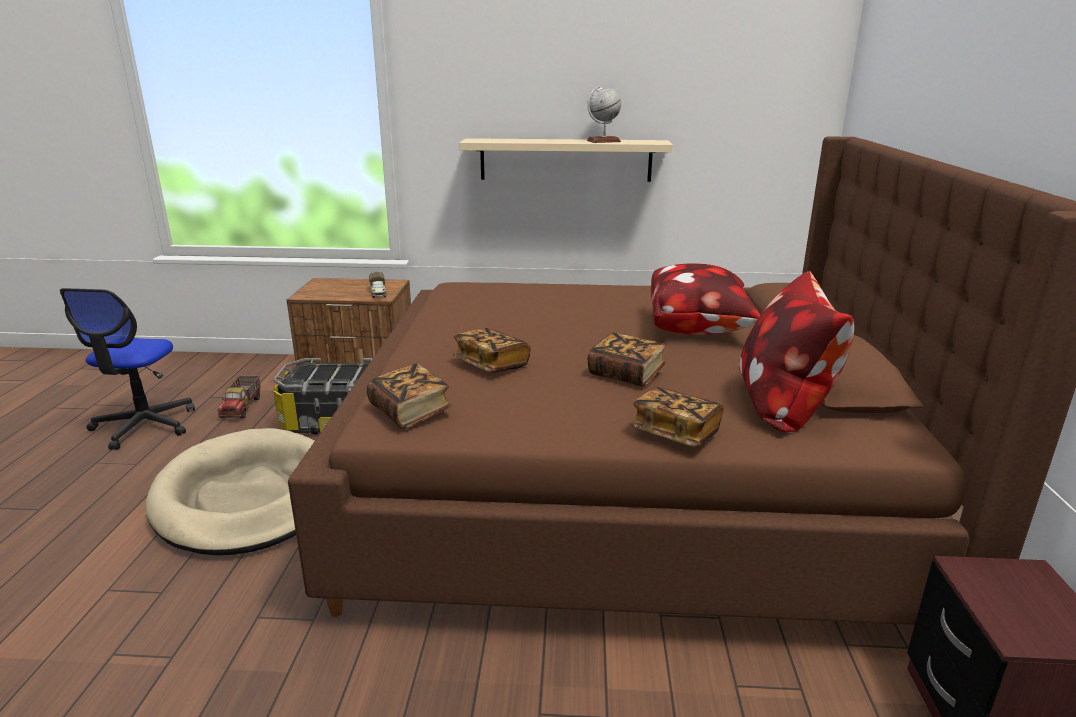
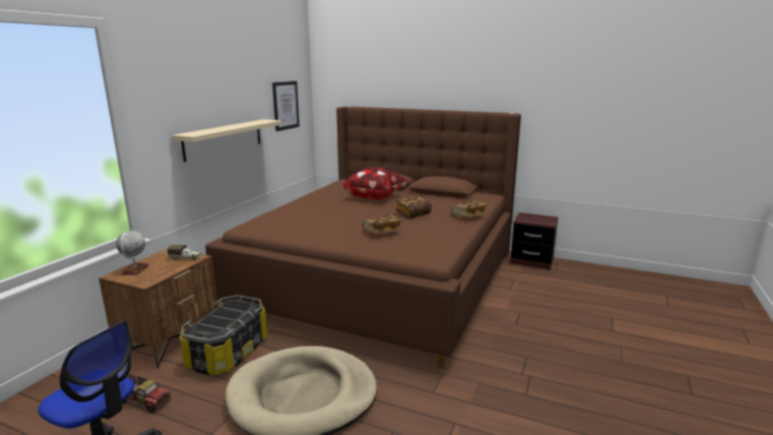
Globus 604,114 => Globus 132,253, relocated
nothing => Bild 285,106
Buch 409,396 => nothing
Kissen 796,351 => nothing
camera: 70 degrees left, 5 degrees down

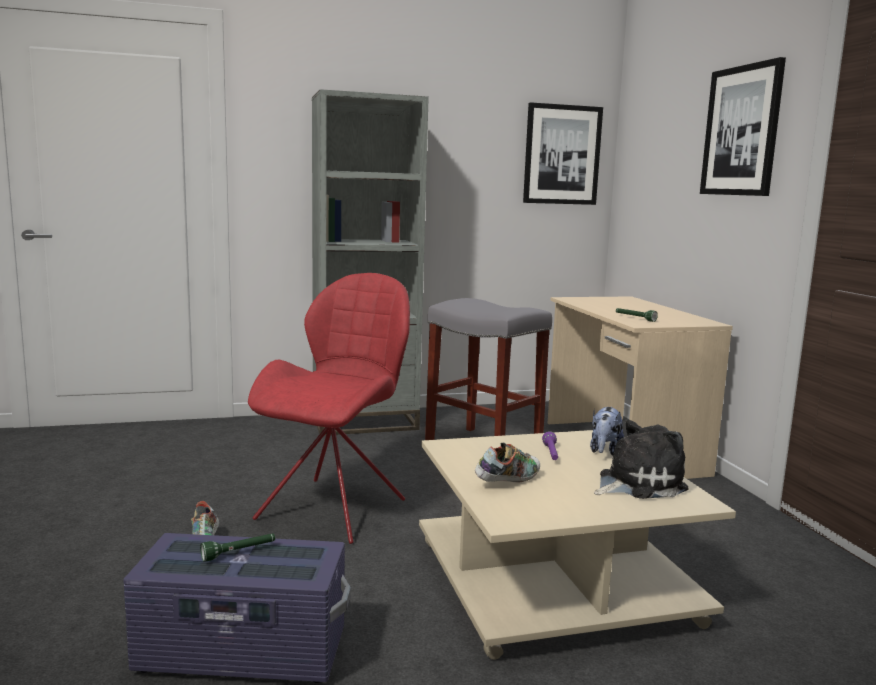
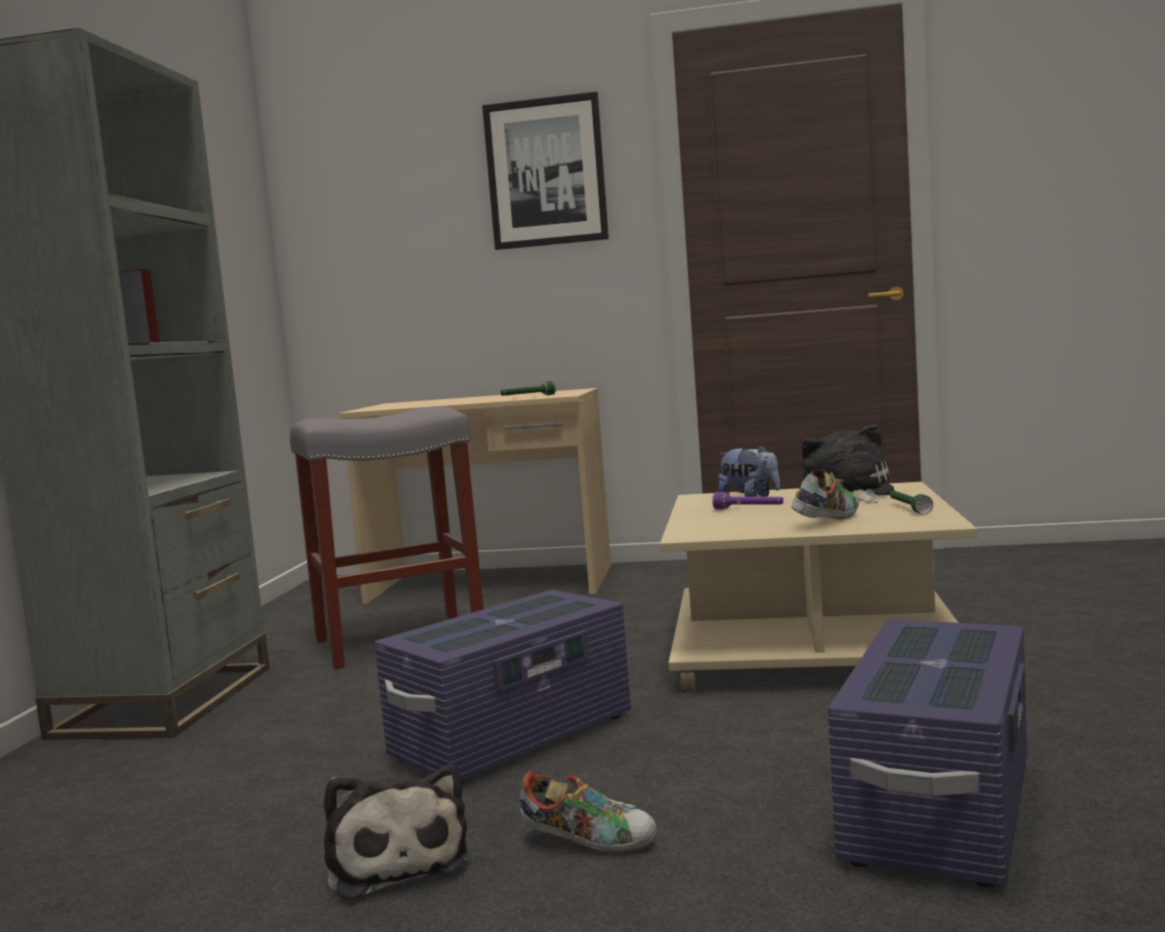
nothing => Plüschtier 397,832
Stuhl (rot) 329,408 => Aufbewahrungsbox (lila) 502,687
Schuh 507,462 => Schuh 825,494, 60 degrees clockwise
Taschenlampe (grün) 237,548 => Taschenlampe (grün) 911,502, relocated
Bild 563,153 => nothing
camera: 65 degrees left, 5 degrees down

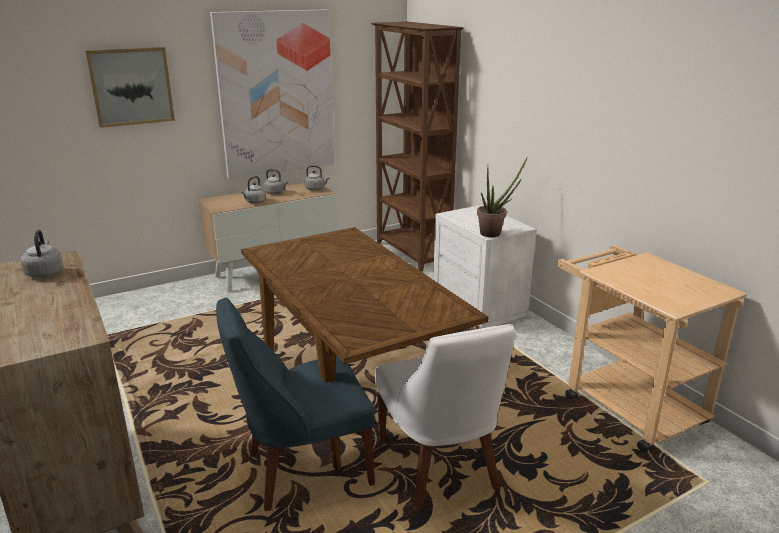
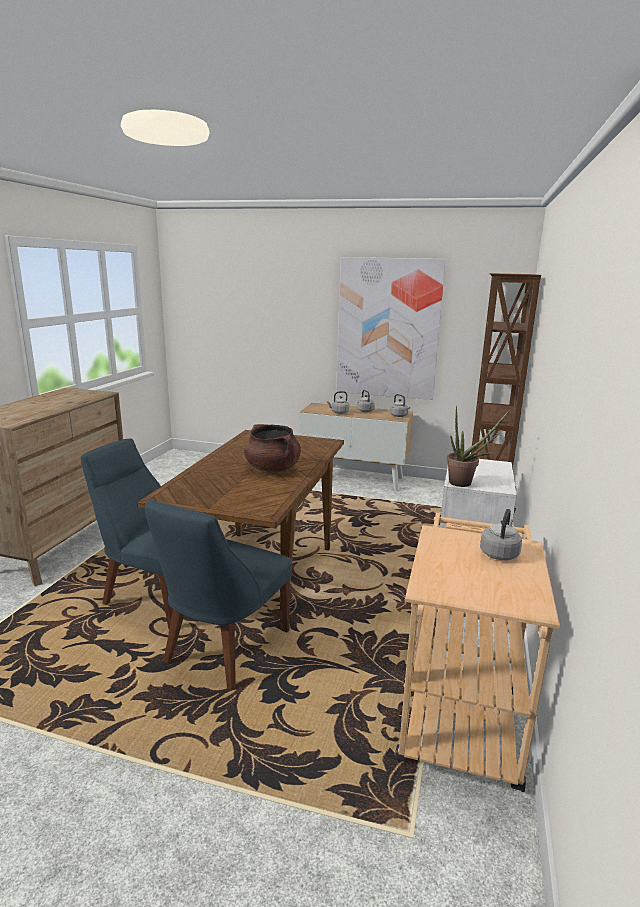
Stuhl (weiß) 445,417 => Stuhl (blau) 218,595
nothing => Kochtopf (braun) 272,448
Wasserkessel (grau) 42,254 => Wasserkessel (grau) 501,534, relocated
Bild 130,87 => nothing
camera: 45 degrees right, 5 degrees down

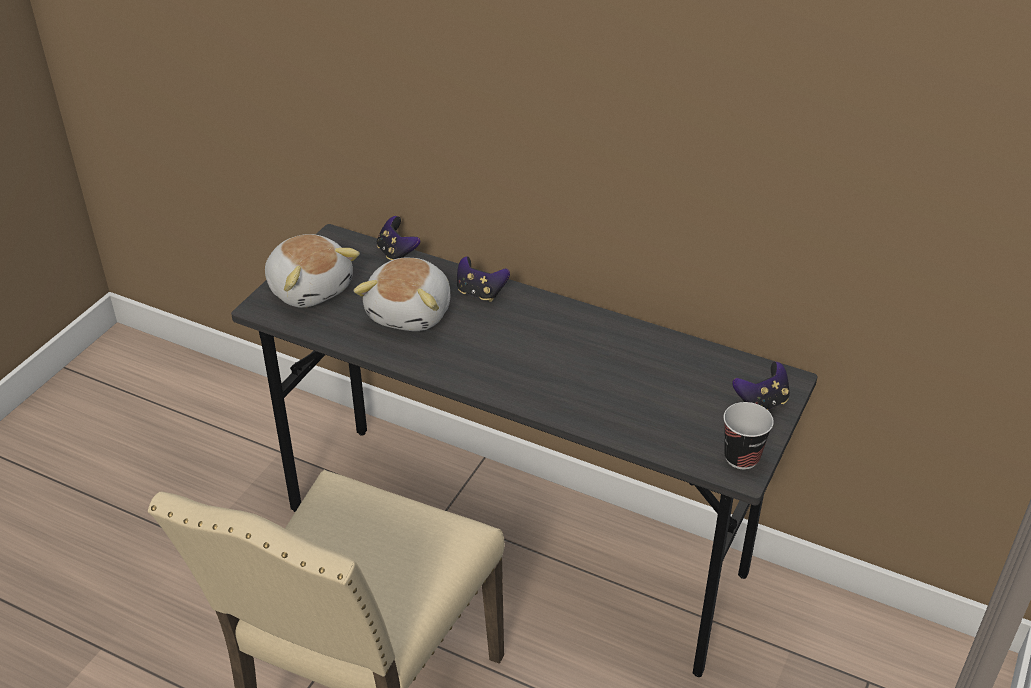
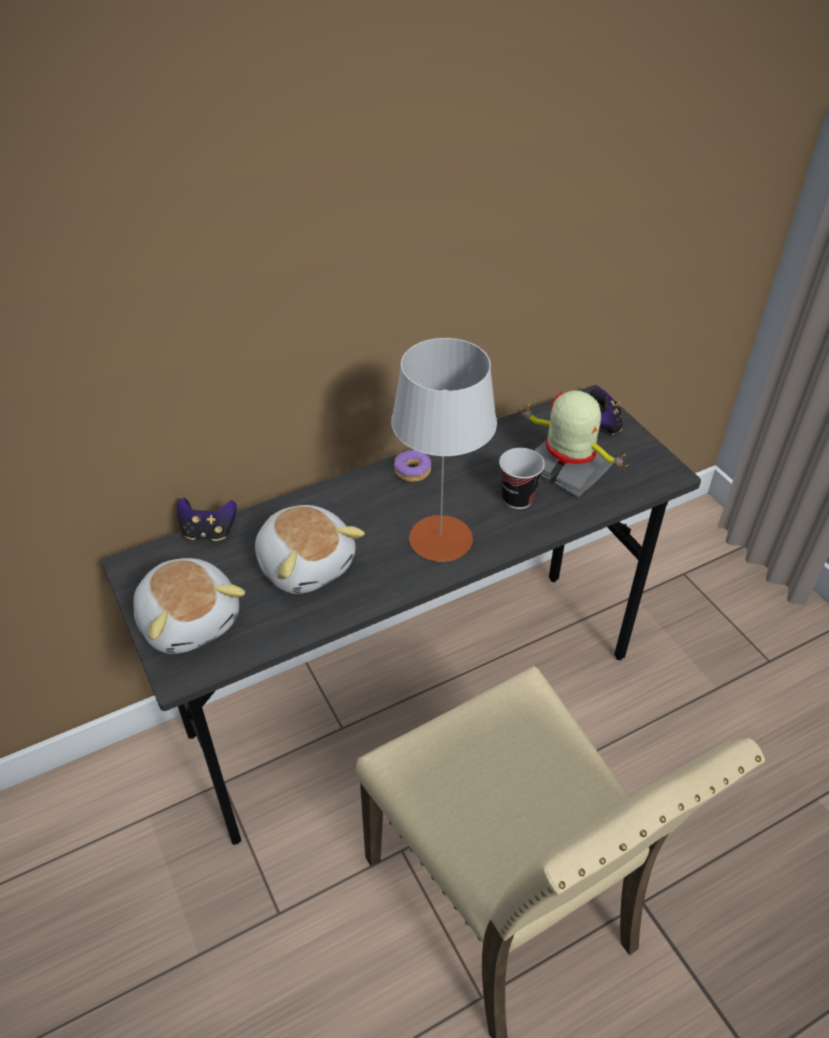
Plüschtier 312,271 => Plüschtier 189,606, 60 degrees clockwise
nothing => Tischlampe (grau) 444,450
nothing => Donut 412,466
Tasse 749,435 => Tasse 522,478, relocated
nothing => Spielzeugroboter 573,443
Gamepad 483,279 => nothing
camera: 55 degrees left, 5 degrees up

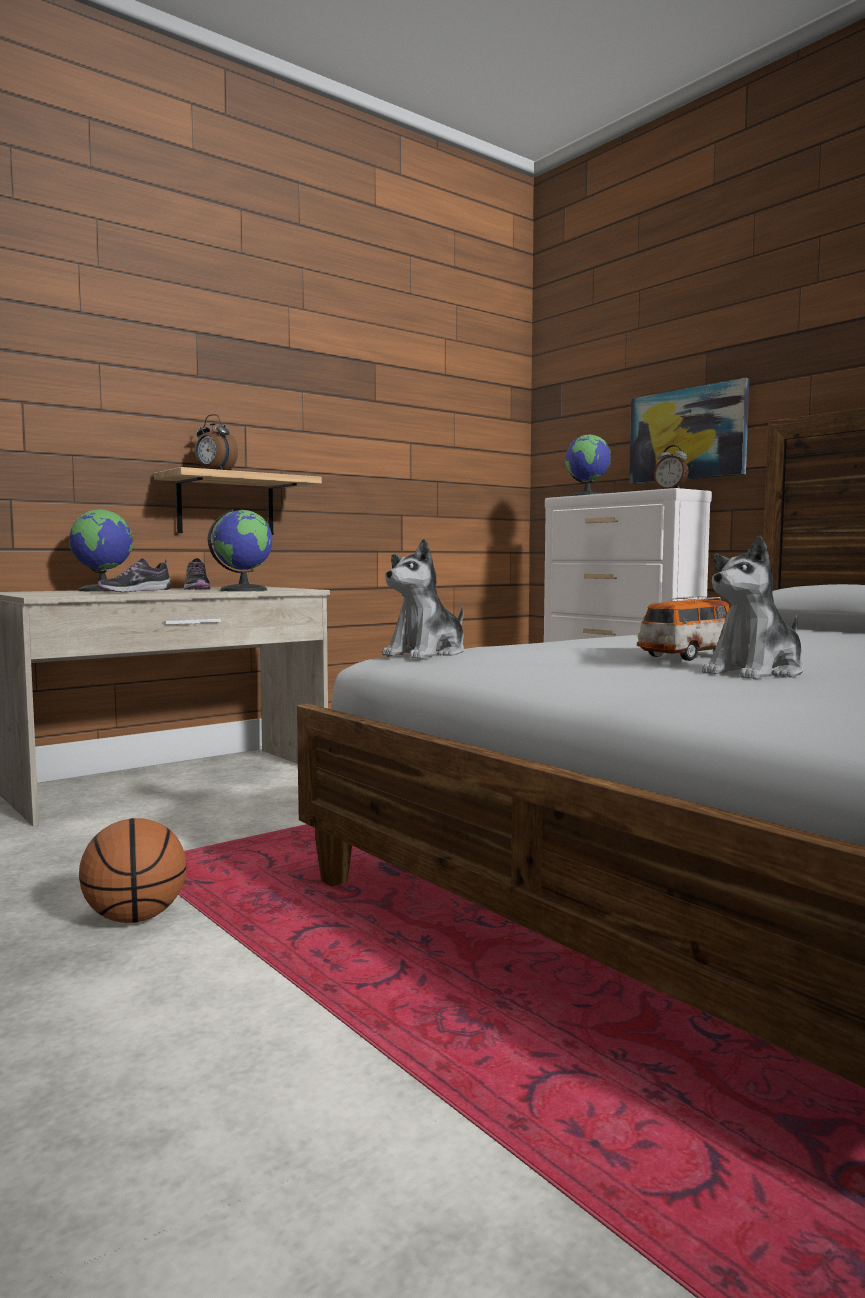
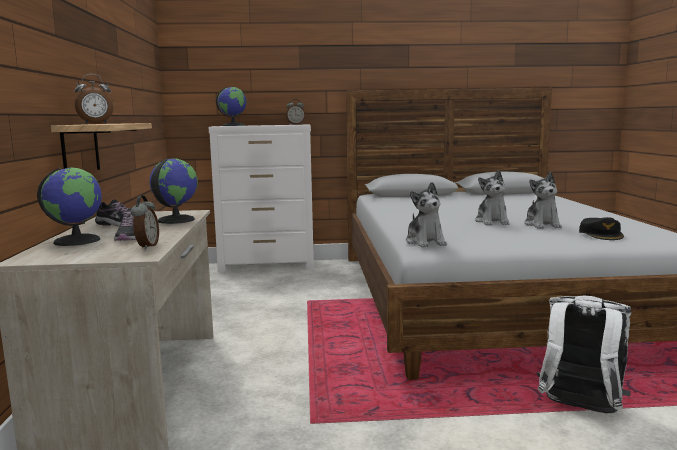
nothing => Wecker 145,222
Spielzeugauto 683,628 => Plüschtier 492,197
nothing => Rucksack (weiß) 584,354
nothing => Kappe (schwarz) 601,228
Basketball 132,870 => nothing
Bild 689,431 => nothing
camera: 55 degrees left, 5 degrees up

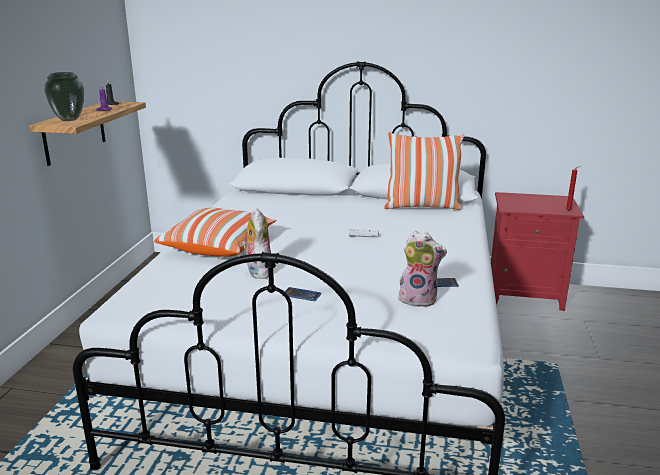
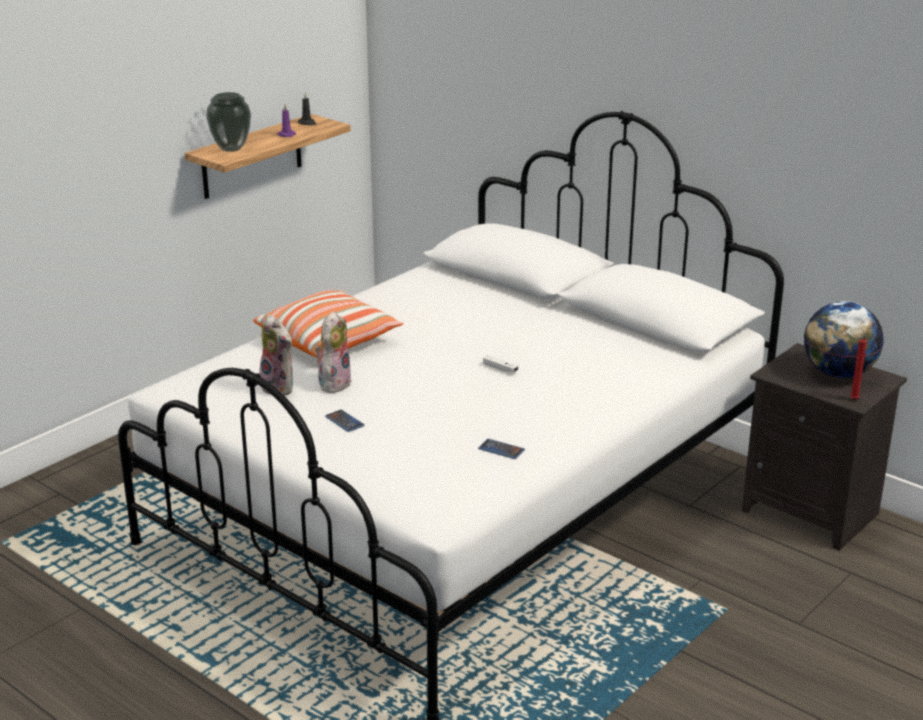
Plüschtier 422,269 => Plüschtier 275,355, relocated
Nachttisch (rot) 537,251 => Nachttisch (schwarz) 824,447
nothing => Globus 844,339
Kissen 424,171 => nothing
camera: 30 degrees right, 5 degrees up

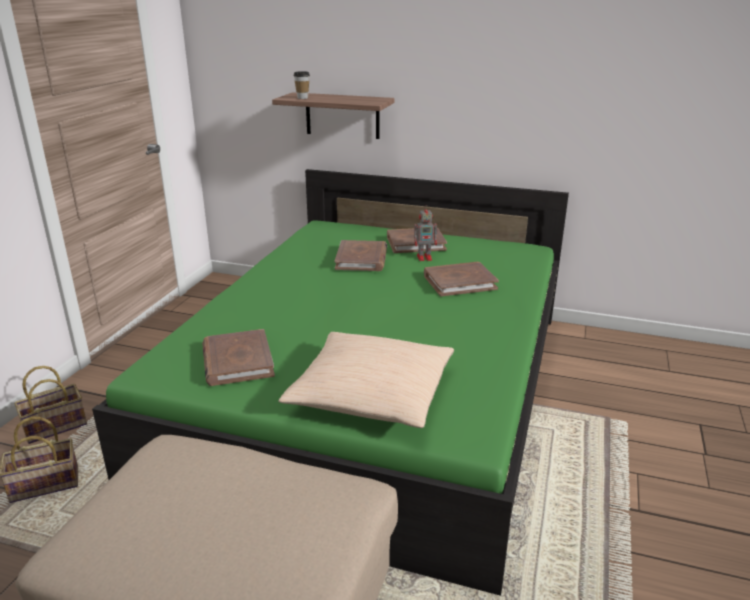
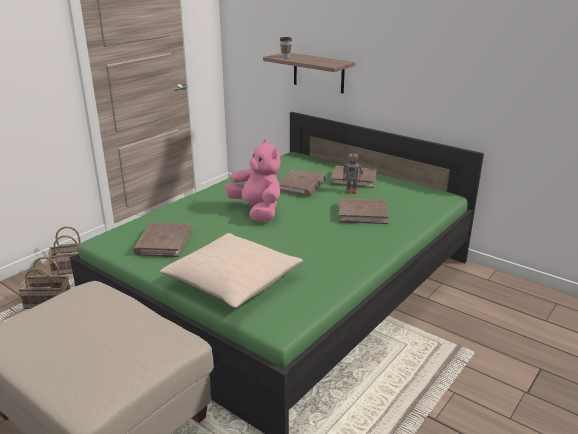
nothing => Plüschtier (rosa) 253,180
camera: 20 degrees right, 0 degrees up

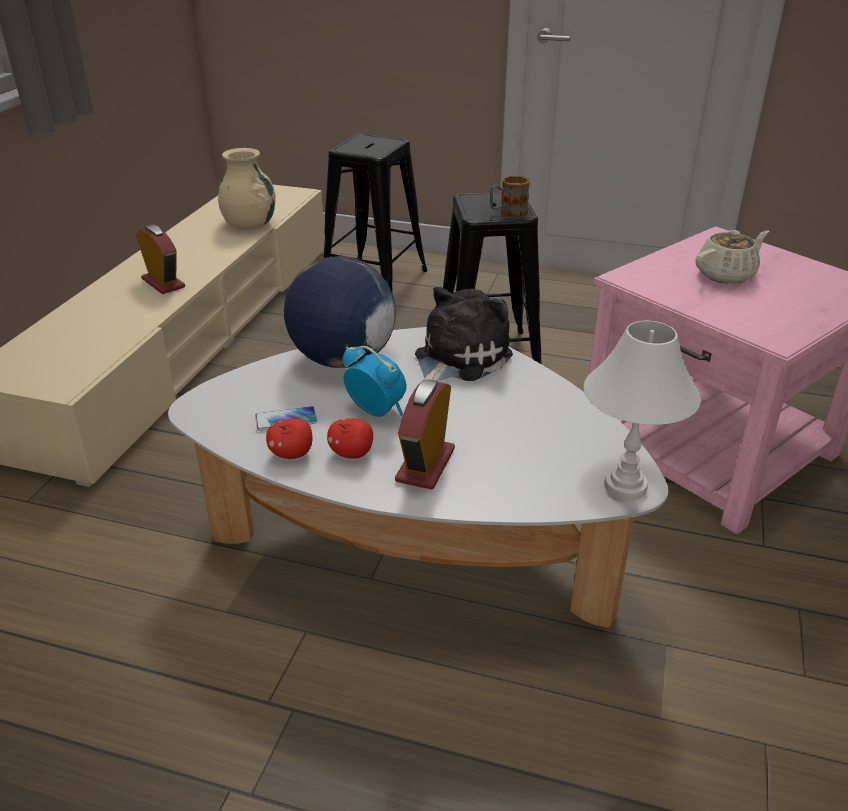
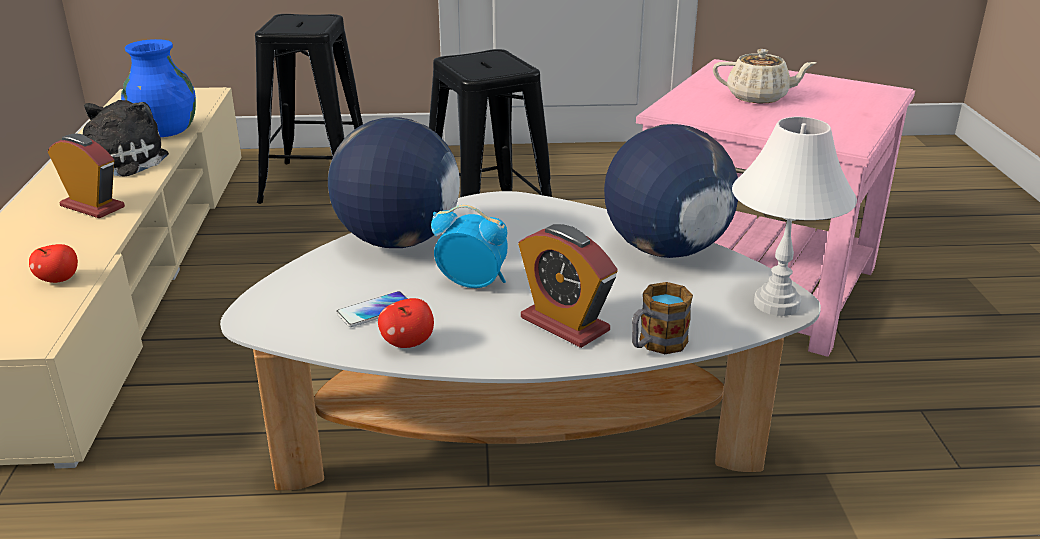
Apfel 350,438 => Apfel 53,263, relocated
Plüschtier 464,334 => Plüschtier 126,138, relocated
Vase (beige) 247,189 => Vase (blau) 158,88
Wecker 425,434 => Wecker 567,286, 45 degrees counterclockwise
nothing => Globus 671,191
Henkelbecher 510,196 => Henkelbecher 662,318, relocated
Teekanne (beige) 732,257 => Teekanne (beige) 764,76, 60 degrees clockwise
camera: 20 degrees left, 5 degrees down

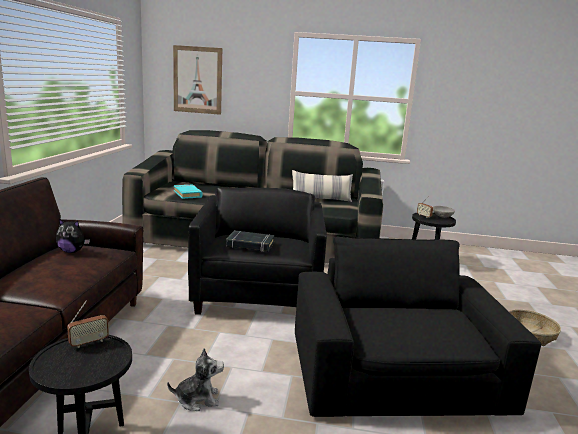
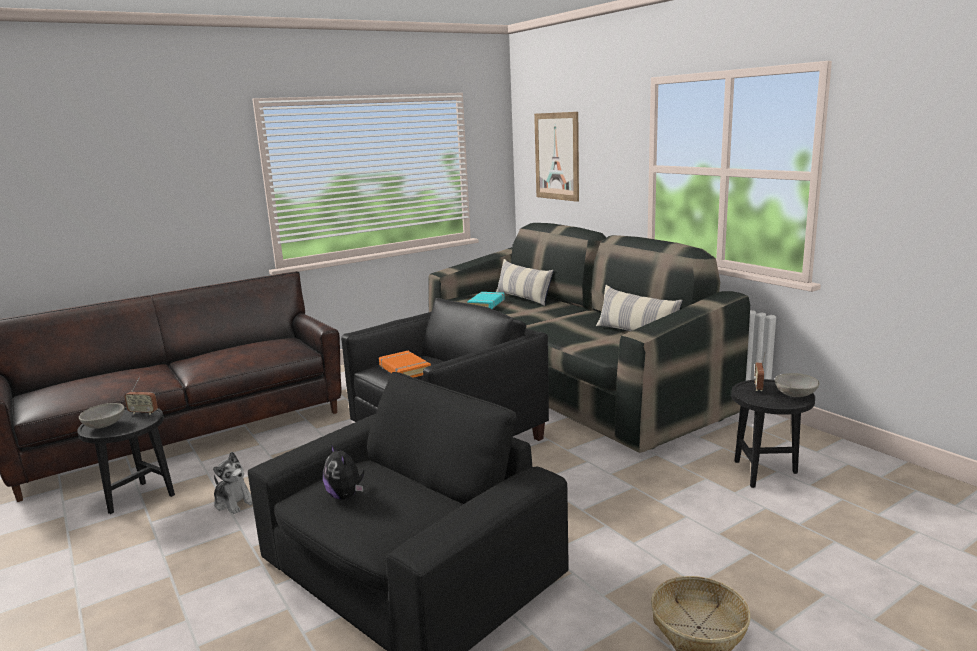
nothing => Schüssel (grau) 101,416
Plüschtier 73,236 => Plüschtier 343,472, relocated
Buch (schwarz) 250,241 => Buch (orange) 405,364
nothing => Kissen 525,282
camera: 50 degrees right, 0 degrees up

